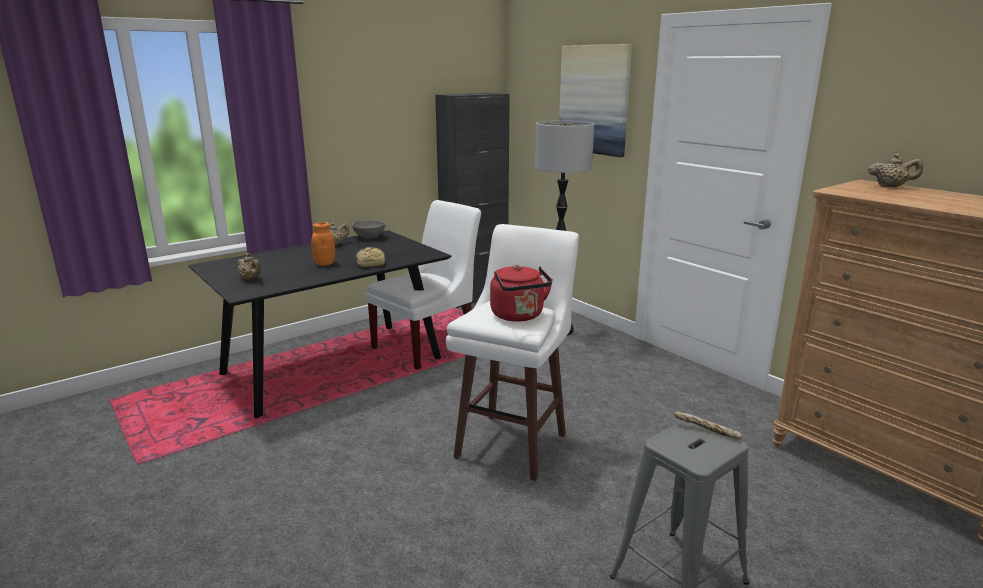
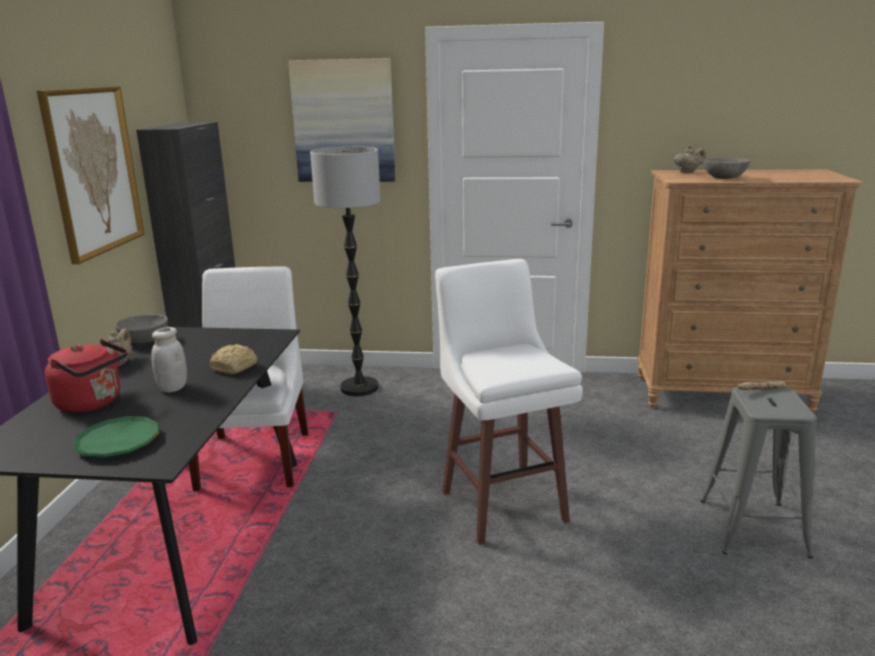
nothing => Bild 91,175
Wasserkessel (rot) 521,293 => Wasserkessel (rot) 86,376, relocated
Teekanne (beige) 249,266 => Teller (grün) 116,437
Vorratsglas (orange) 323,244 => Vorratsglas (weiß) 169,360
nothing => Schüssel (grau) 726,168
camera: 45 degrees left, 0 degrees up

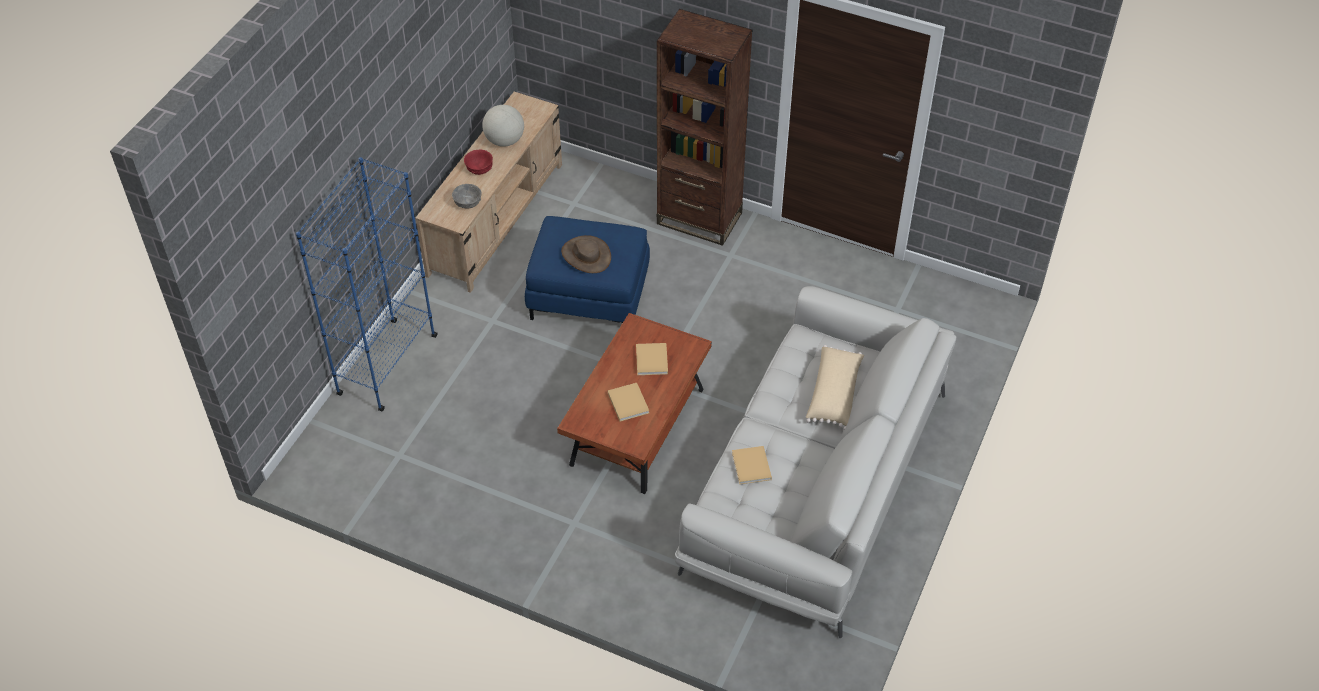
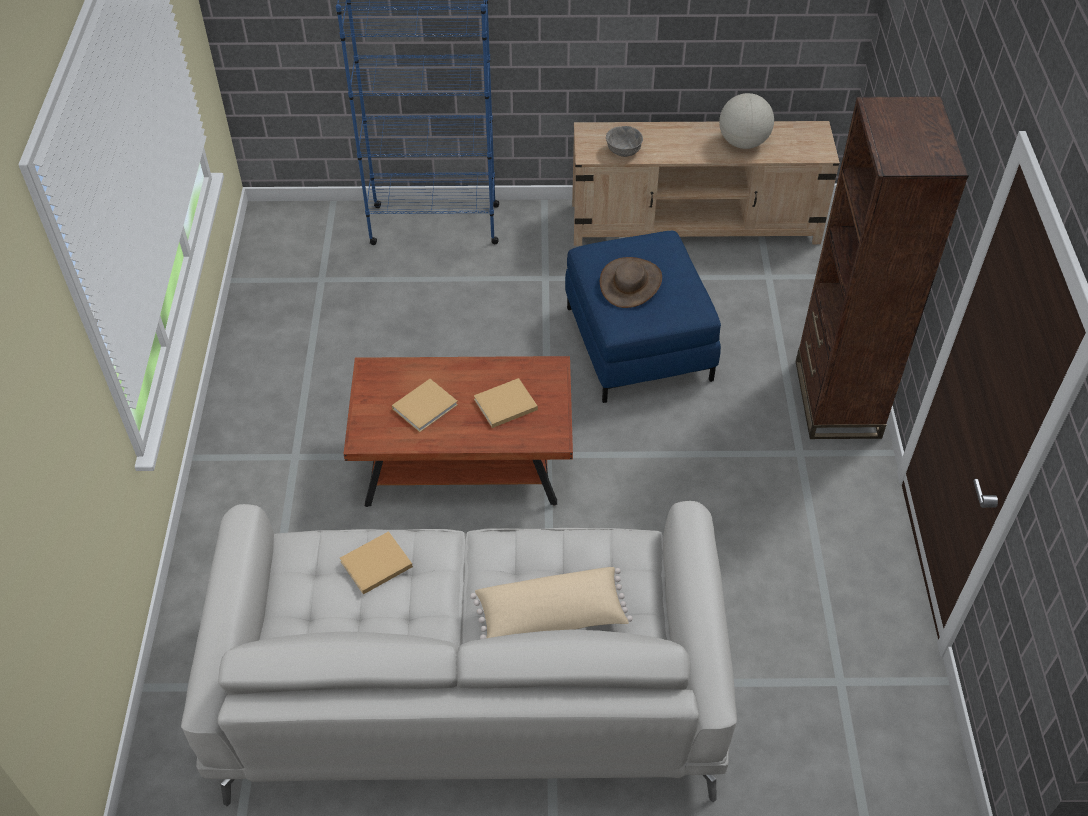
Schüssel (rot) 478,162 => nothing
camera: 65 degrees right, 0 degrees up

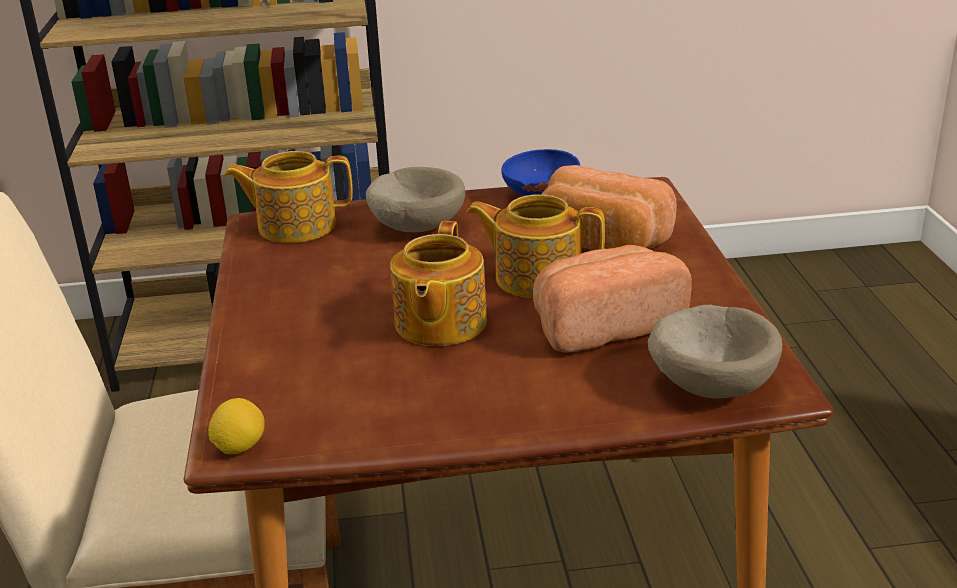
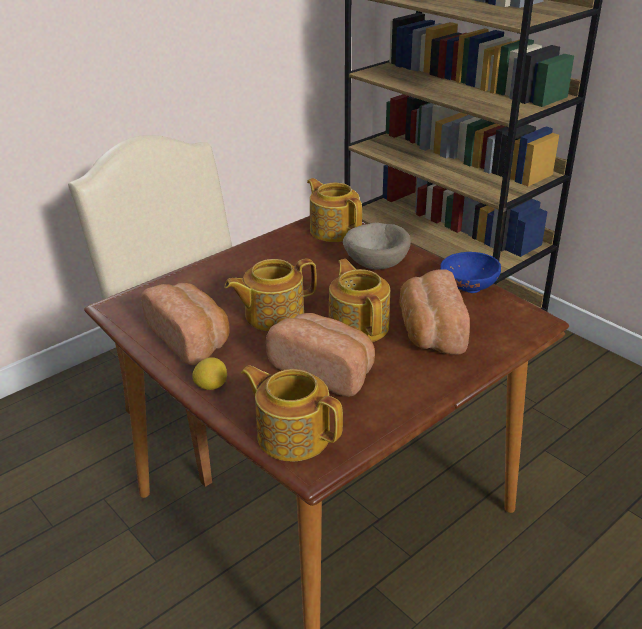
nothing => Brot 185,324
Zitrone 236,426 => Zitrone 209,373, relocated
Schüssel (beige) 715,351 => Teekanne 292,413
camera: 55 degrees right, 5 degrees up

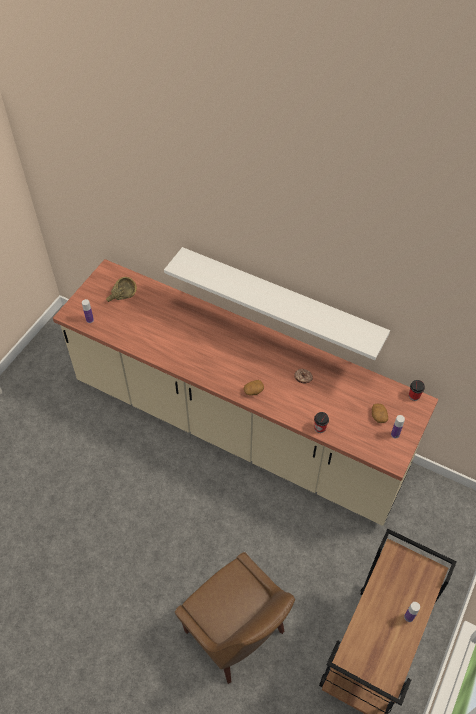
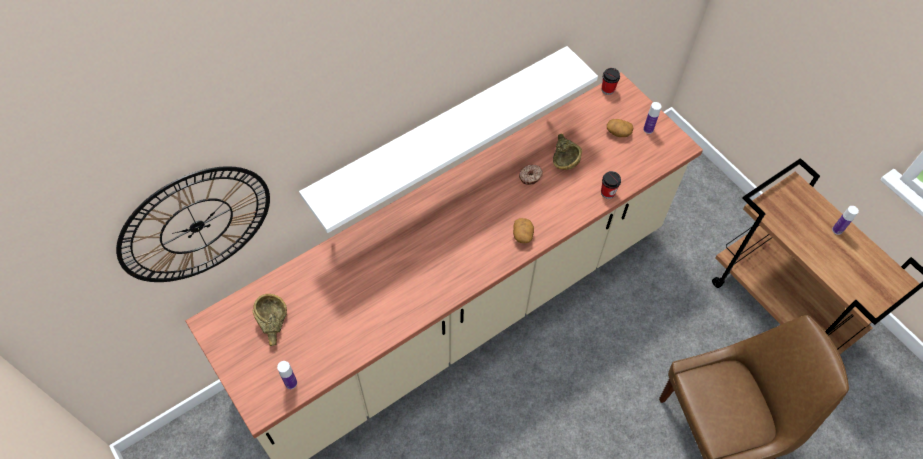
nothing => Wanduhr 193,224
nothing => Schüssel (braun) 567,151
camera: 65 degrees left, 5 degrees up

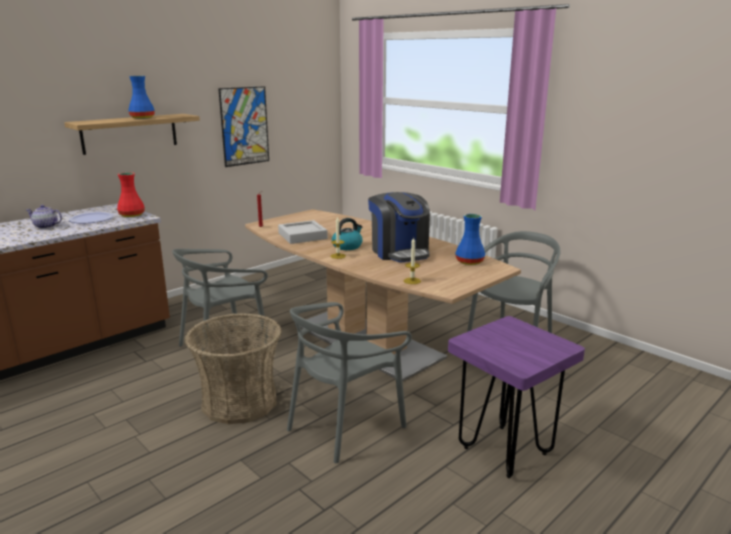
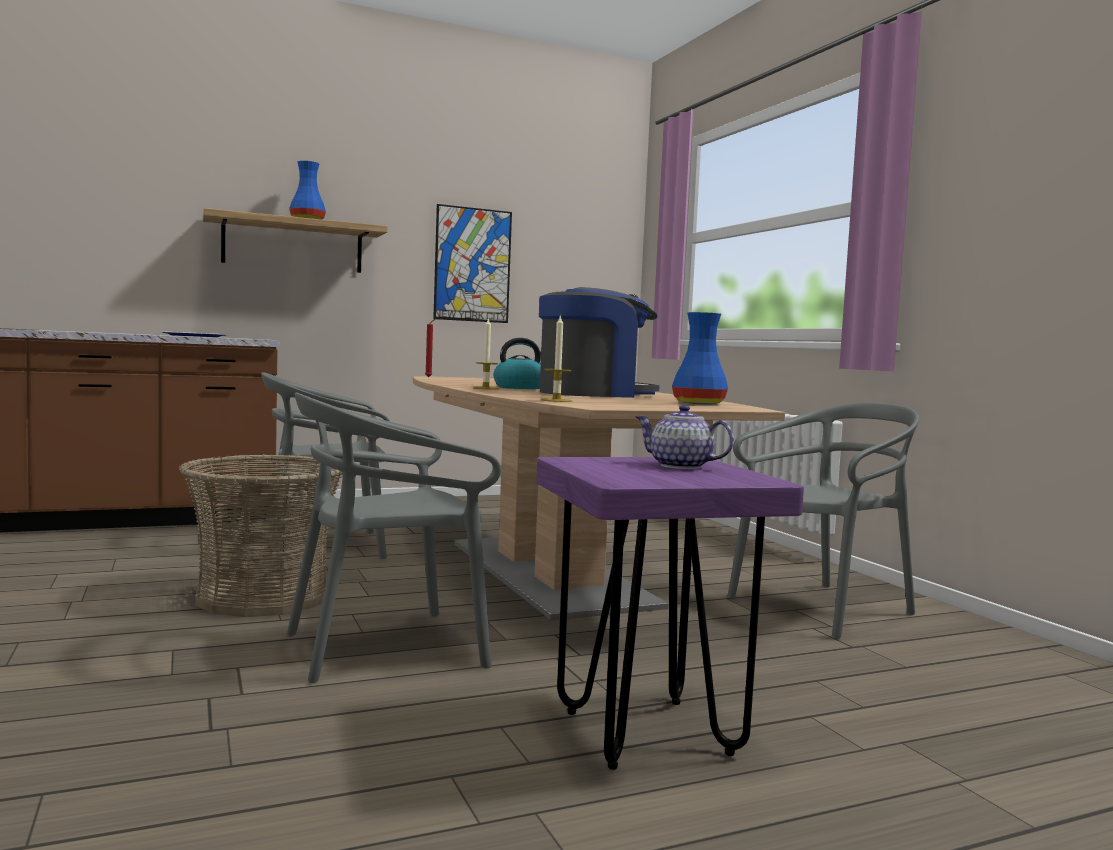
Kaffeemaschine 399,227 => Kaffeemaschine 599,342, 105 degrees counterclockwise
Teekanne 44,217 => Teekanne 685,437, relocated
Vase (rot) 131,194 => nothing
Tablett (grau) 303,232 => nothing
camera: 20 degrees right, 15 degrees down

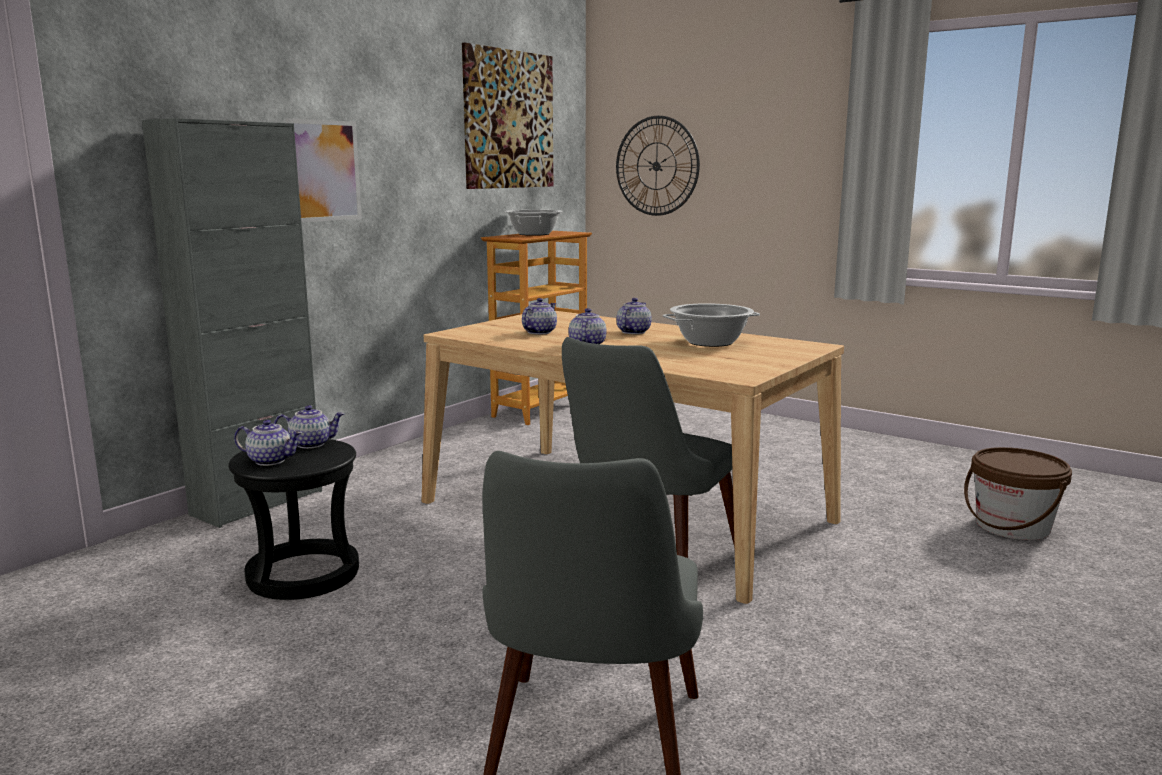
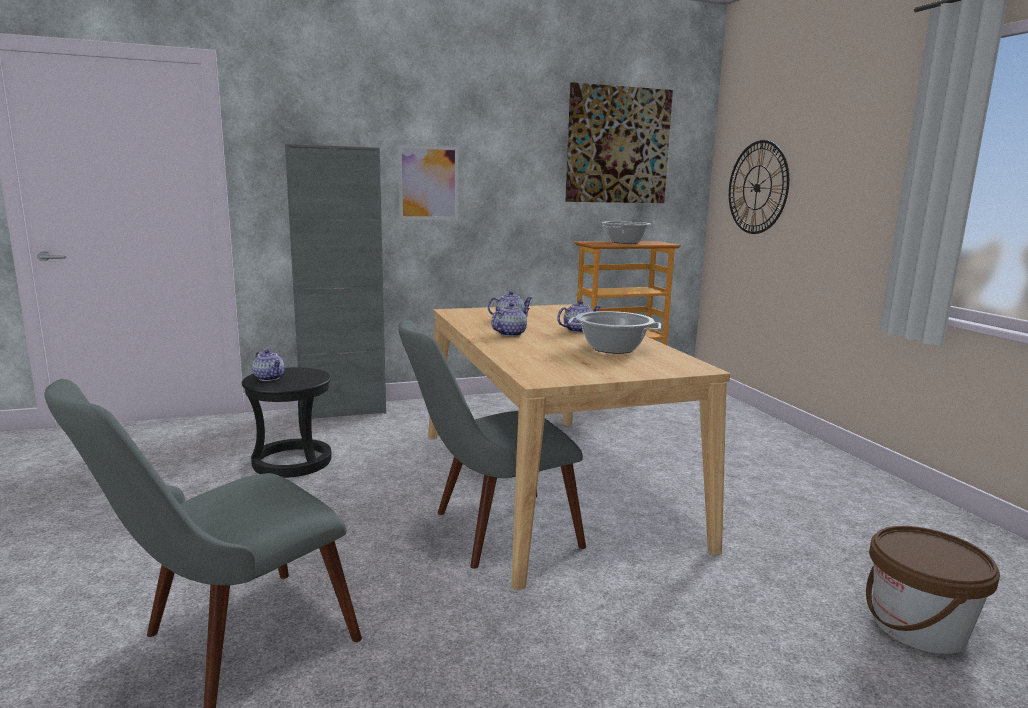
Teekanne 309,427 => nothing
camera: 35 degrees right, 0 degrees up

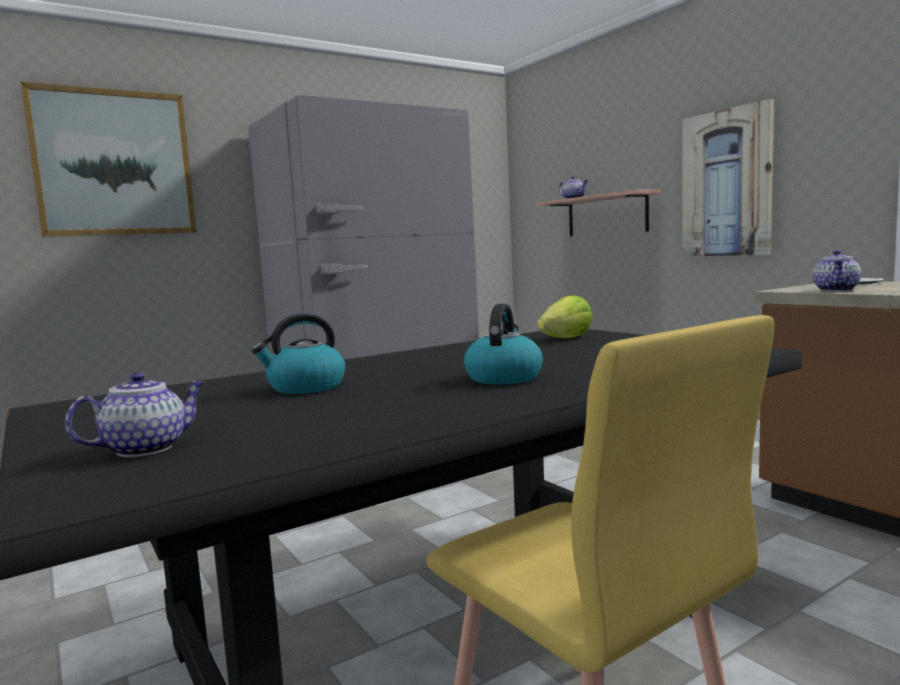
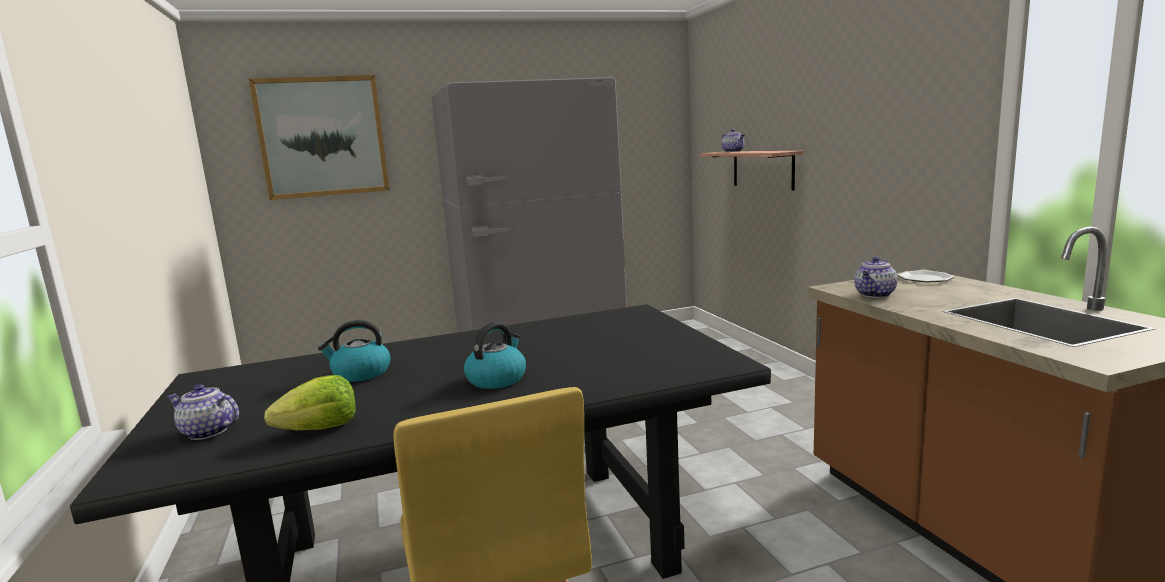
Teekanne 134,414 => Teekanne 203,412, 135 degrees counterclockwise
Salatkopf 565,316 => Salatkopf 310,402, relocated
Bild 728,178 => nothing
camera: 15 degrees right, 5 degrees up

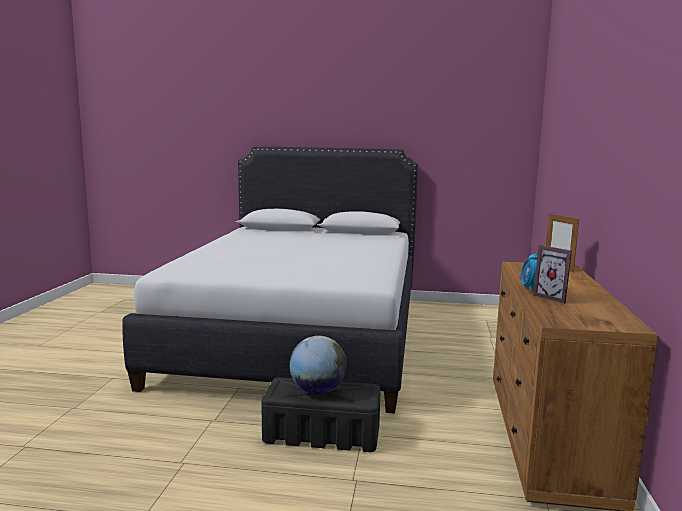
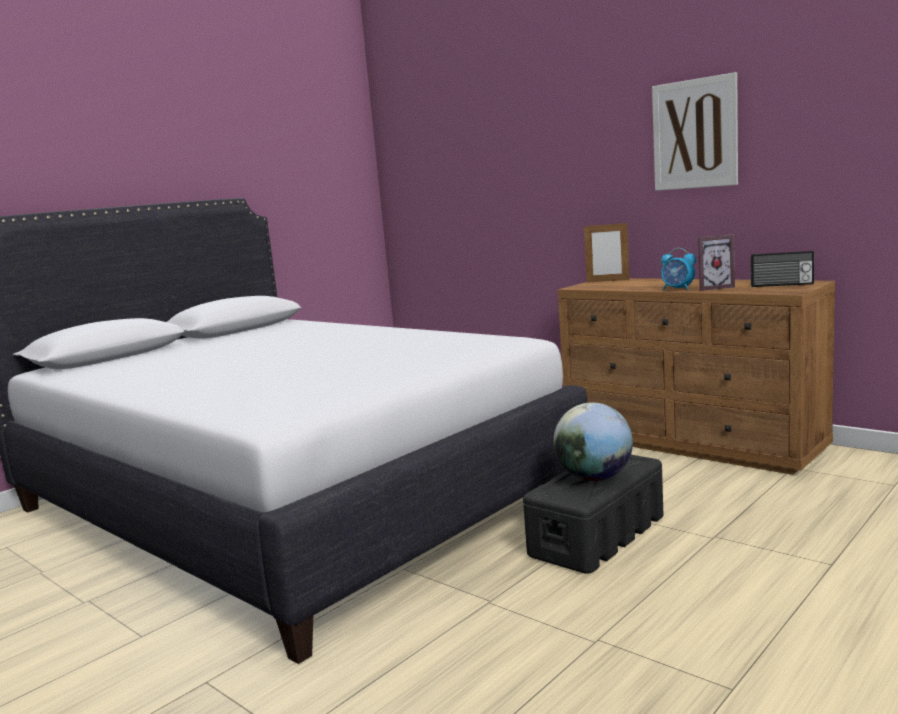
nothing => Bild 695,131
nothing => Radio 782,269
camera: 55 degrees left, 0 degrees up

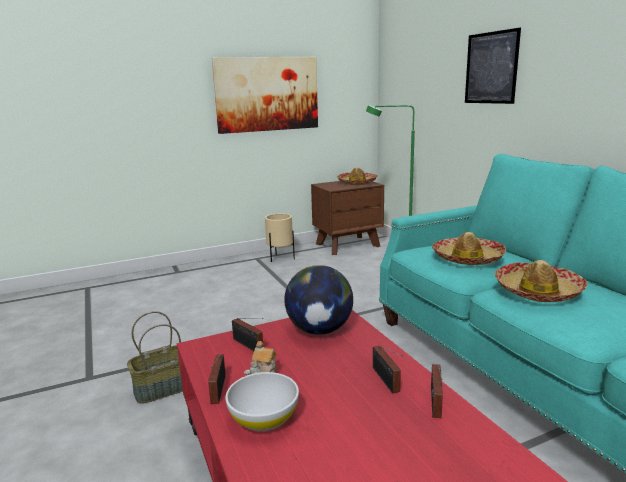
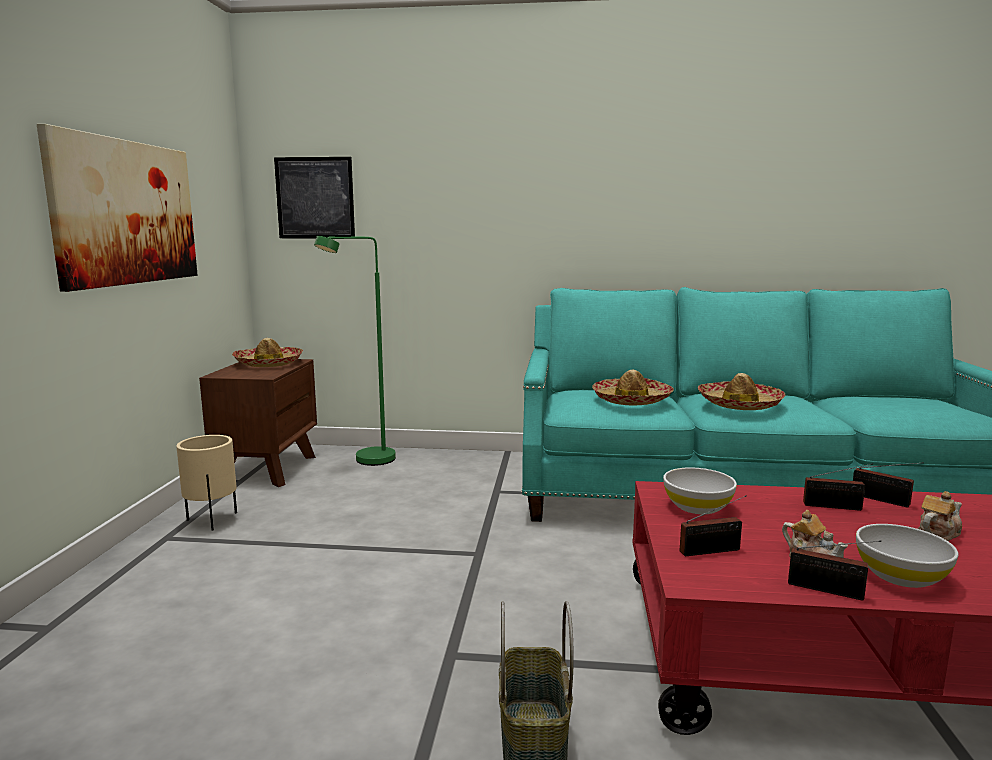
Bild 493,66 => Bild 314,197, relocated
Globus 318,300 => Schüssel (weiß) 700,491
nothing => Teekanne 940,516
camera: 60 degrees left, 5 degrees down

